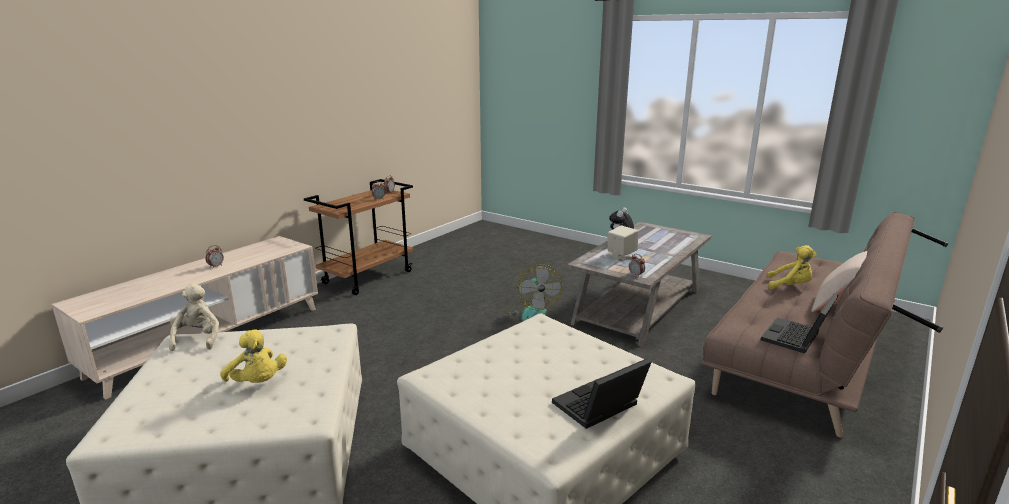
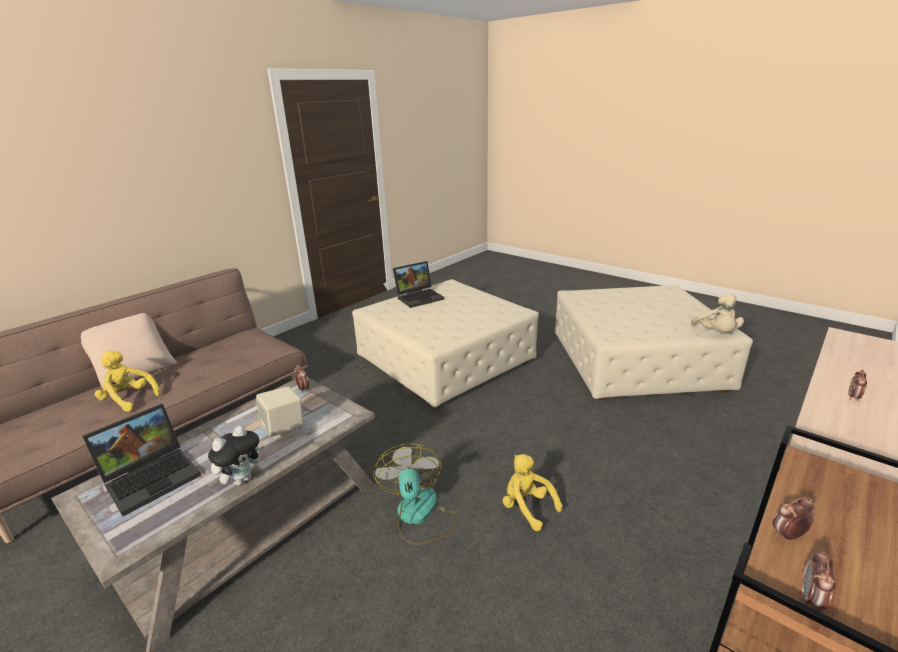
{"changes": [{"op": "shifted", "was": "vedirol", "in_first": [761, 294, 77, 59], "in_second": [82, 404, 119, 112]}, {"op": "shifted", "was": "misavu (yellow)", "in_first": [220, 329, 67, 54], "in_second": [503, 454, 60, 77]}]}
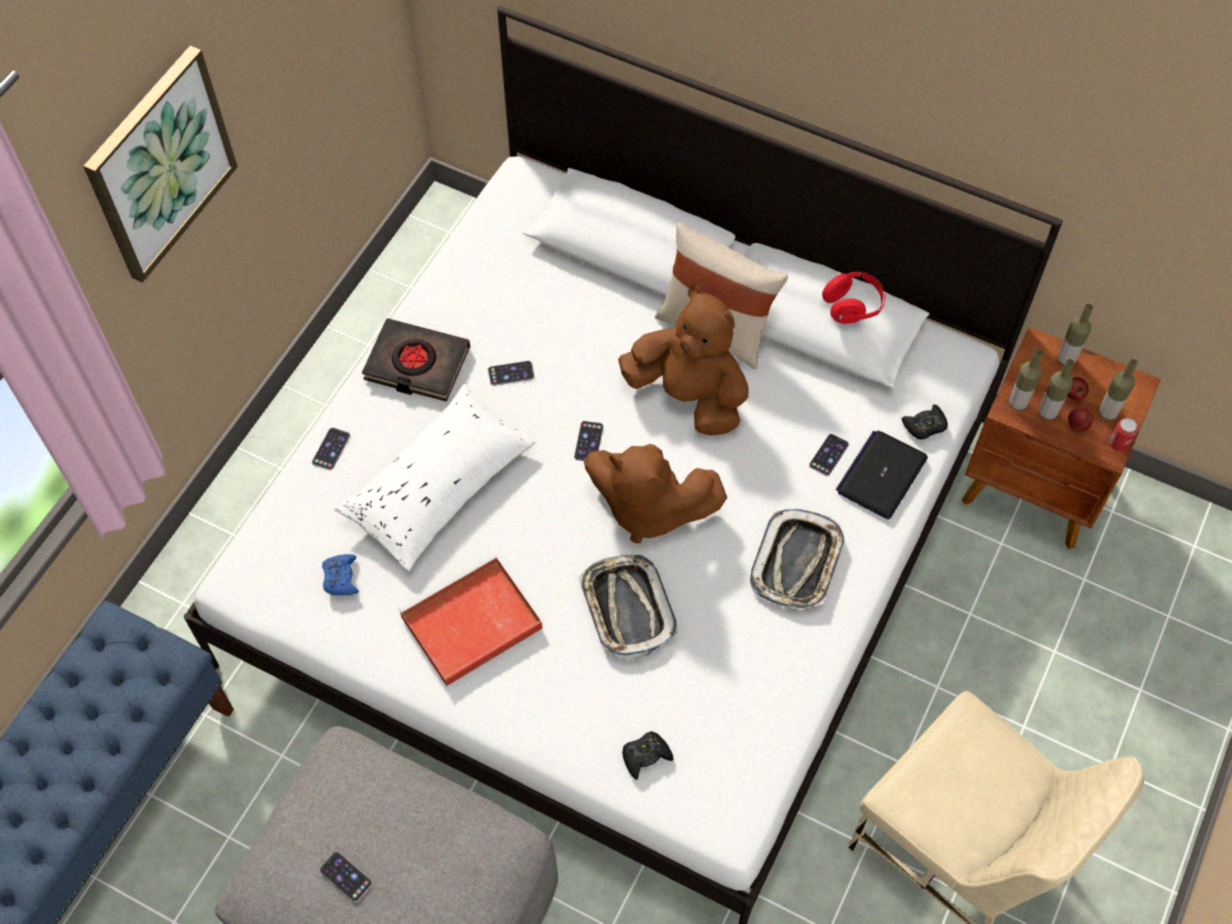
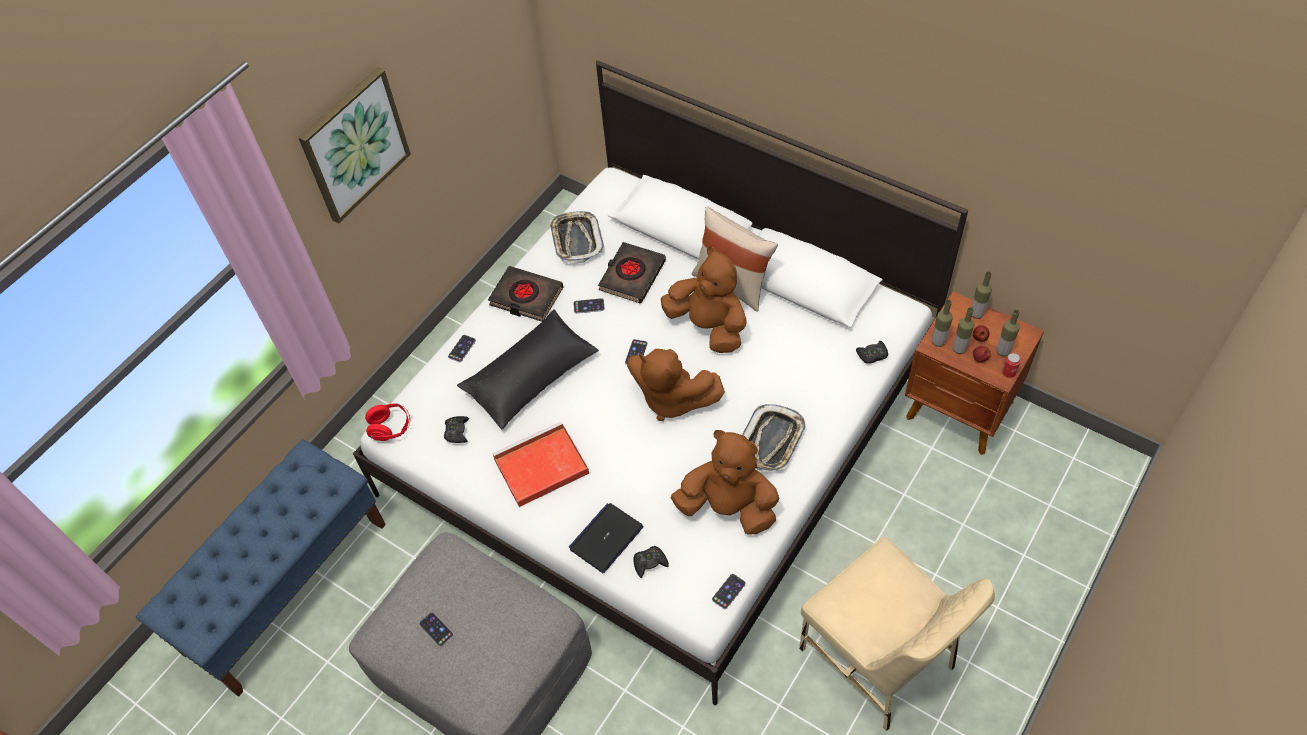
{"changes": [{"op": "shifted", "was": "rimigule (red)", "in_first": [822, 271, 64, 53], "in_second": [365, 403, 45, 38]}, {"op": "repainted", "was": "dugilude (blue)", "now": "dugilude (black)", "in_first": [322, 554, 37, 42], "in_second": [444, 416, 25, 27]}, {"op": "repainted", "was": "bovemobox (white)", "now": "bovemobox (black)", "in_first": [335, 384, 201, 188], "in_second": [457, 309, 142, 121]}, {"op": "shifted", "was": "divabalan", "in_first": [578, 554, 100, 106], "in_second": [549, 211, 55, 53]}, {"op": "shifted", "was": "vedirol", "in_first": [836, 431, 92, 89], "in_second": [569, 503, 75, 70]}, {"op": "new", "now": "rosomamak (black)", "in_second": [598, 242, 68, 62]}, {"op": "new", "now": "misavu (brown)", "in_second": [671, 430, 108, 105]}, {"op": "shifted", "was": "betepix", "in_first": [809, 434, 40, 42], "in_second": [712, 574, 34, 35]}]}
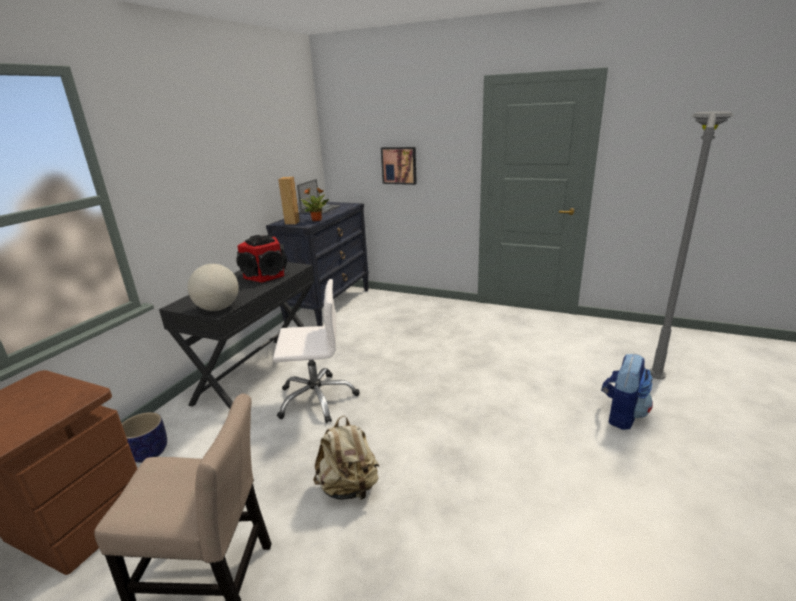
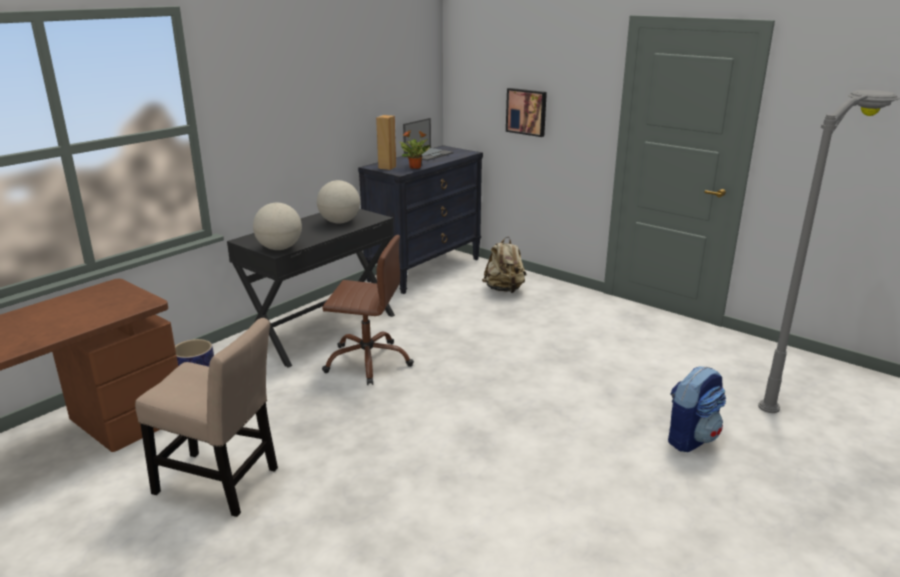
{"changes": [{"op": "swapped", "was": "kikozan", "now": "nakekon", "in_first": [236, 235, 51, 48], "in_second": [317, 180, 43, 44]}, {"op": "repainted", "was": "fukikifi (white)", "now": "fukikifi (brown)", "in_first": [273, 279, 87, 144], "in_second": [322, 235, 92, 150]}, {"op": "shifted", "was": "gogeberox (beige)", "in_first": [313, 415, 67, 86], "in_second": [482, 237, 45, 56]}]}
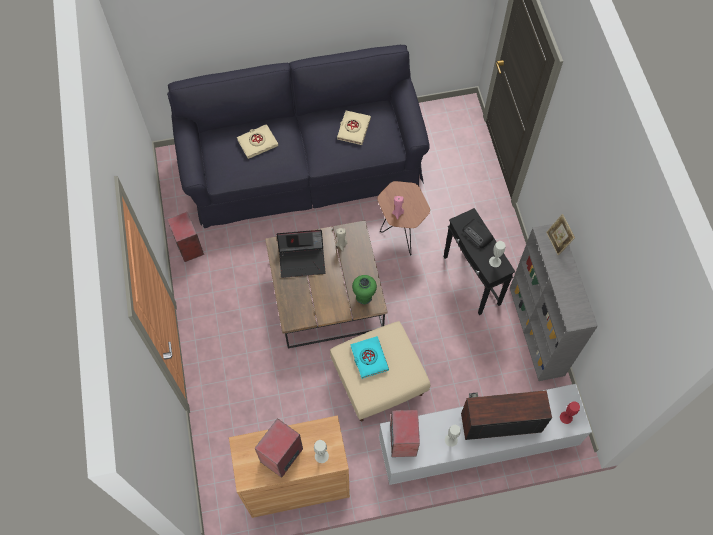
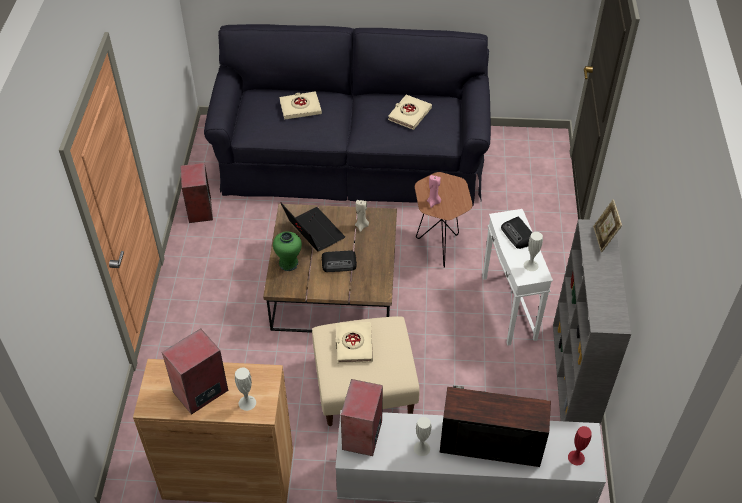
{"changes": [{"op": "shifted", "was": "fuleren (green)", "in_first": [352, 275, 25, 29], "in_second": [273, 231, 29, 40]}, {"op": "rotated", "was": "vedirol", "in_first": [277, 230, 48, 48], "in_second": [281, 203, 64, 49], "clockwise": -135}, {"op": "new", "now": "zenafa", "in_second": [321, 251, 36, 21]}, {"op": "repainted", "was": "rosomamak (turquoise)", "now": "rosomamak (beige)", "in_first": [351, 336, 38, 43], "in_second": [336, 322, 37, 41]}, {"op": "repainted", "was": "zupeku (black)", "now": "zupeku (white)", "in_first": [444, 208, 71, 107], "in_second": [483, 209, 70, 137]}]}
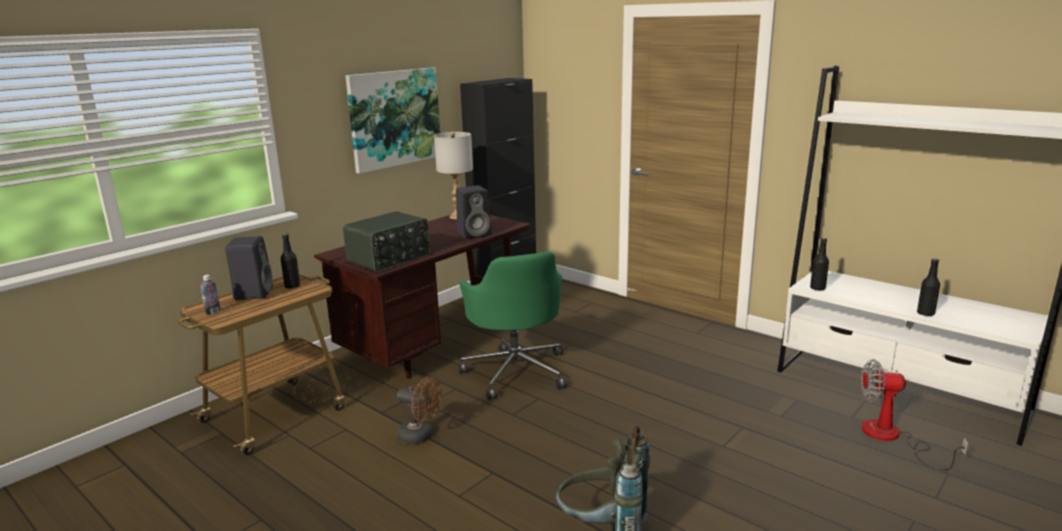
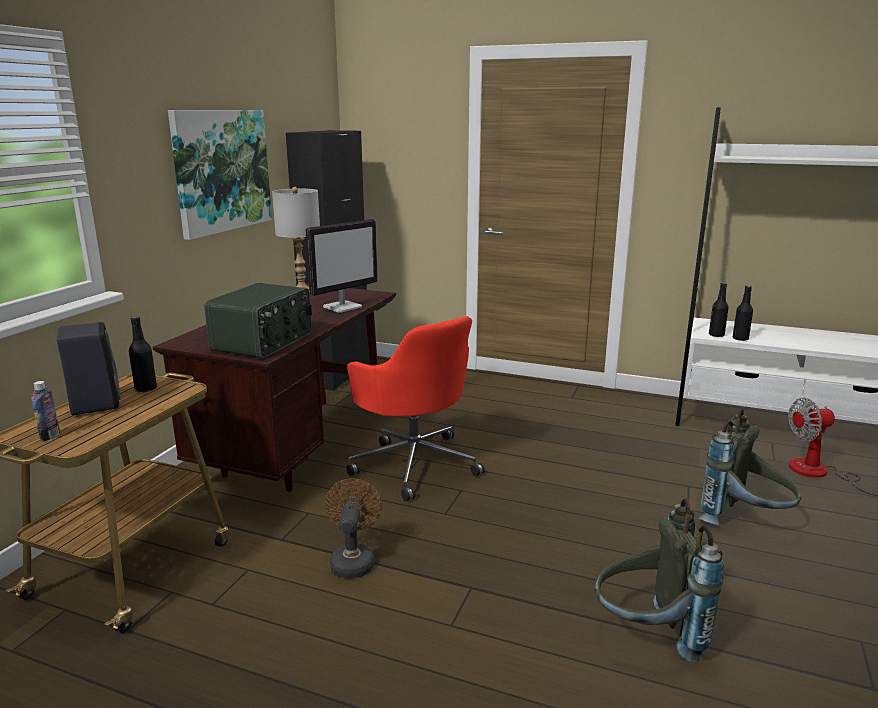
{"changes": [{"op": "swapped", "was": "kikozan (black)", "now": "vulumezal", "in_first": [456, 185, 35, 54], "in_second": [306, 219, 72, 94]}, {"op": "rotated", "was": "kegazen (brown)", "in_first": [397, 377, 45, 67], "in_second": [325, 478, 57, 100], "clockwise": -90}, {"op": "repainted", "was": "fukikifi (green)", "now": "fukikifi (red)", "in_first": [458, 251, 108, 149], "in_second": [347, 316, 138, 185]}, {"op": "new", "now": "gogeberox (grey)", "in_second": [698, 408, 103, 117]}, {"op": "shifted", "was": "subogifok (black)", "in_first": [917, 258, 23, 58], "in_second": [733, 285, 20, 56]}]}
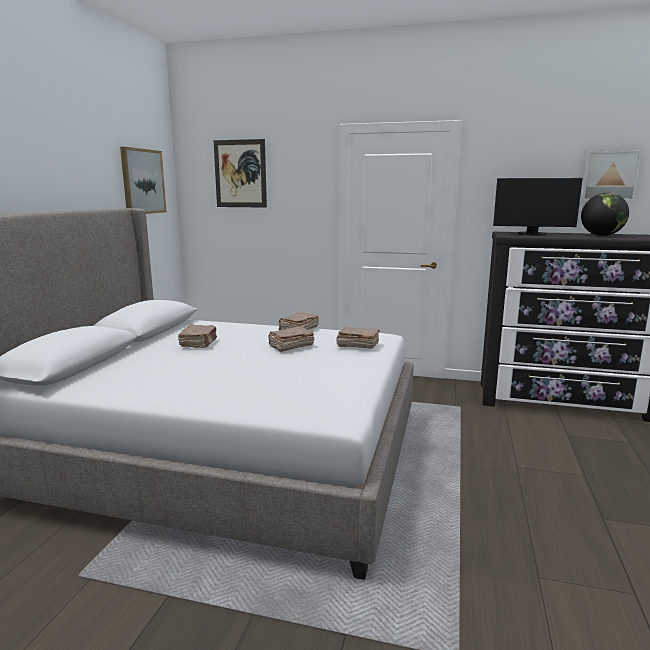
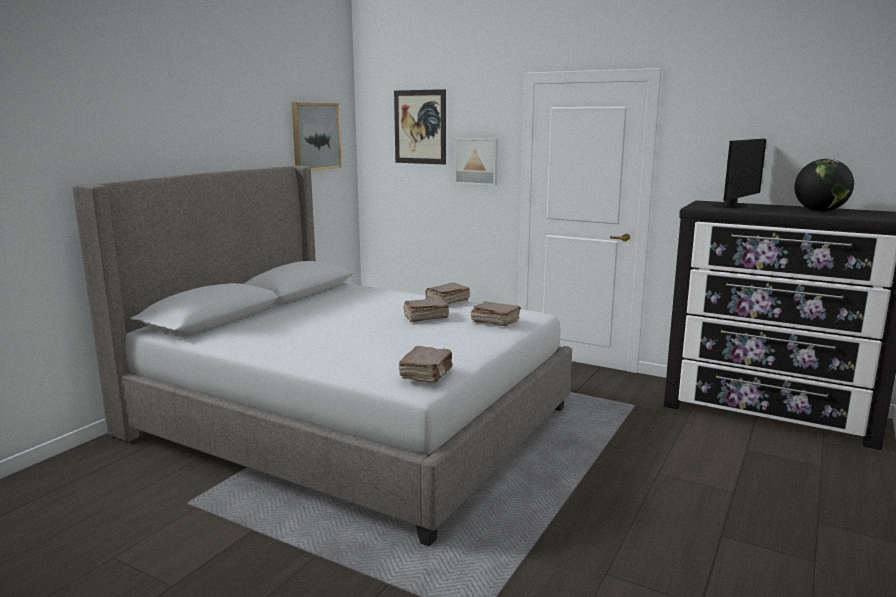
{"changes": [{"op": "shifted", "was": "rosomamak (brown)", "in_first": [178, 325, 39, 23], "in_second": [399, 346, 54, 37]}, {"op": "shifted", "was": "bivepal", "in_first": [581, 151, 61, 50], "in_second": [455, 138, 43, 48]}, {"op": "rotated", "was": "vulumezal", "in_first": [493, 178, 90, 57], "in_second": [712, 139, 54, 69], "clockwise": -75}]}
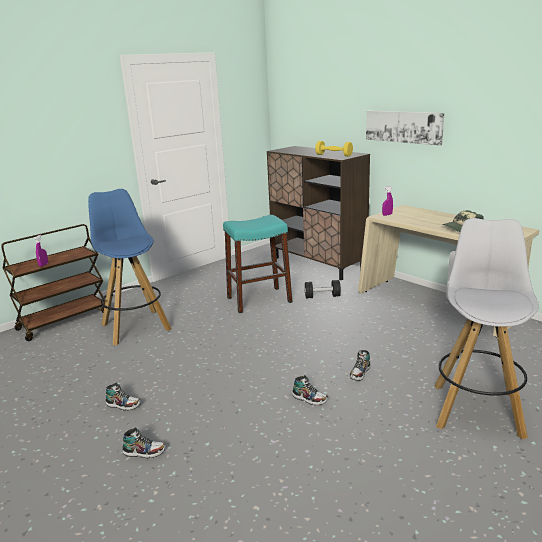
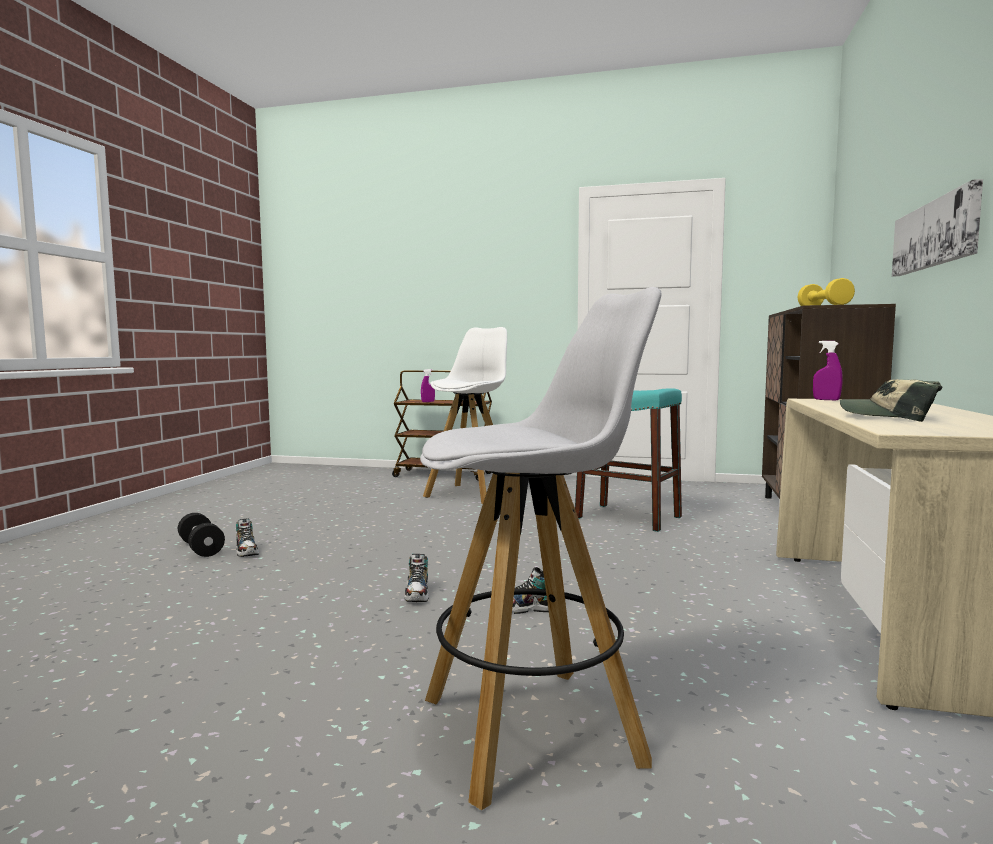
{"changes": [{"op": "shifted", "was": "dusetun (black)", "in_first": [304, 280, 37, 18], "in_second": [178, 513, 47, 44]}, {"op": "repainted", "was": "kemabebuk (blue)", "now": "kemabebuk (white)", "in_first": [88, 189, 84, 156], "in_second": [423, 327, 84, 177]}, {"op": "gone", "was": "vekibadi", "in_first": [105, 383, 36, 28]}]}
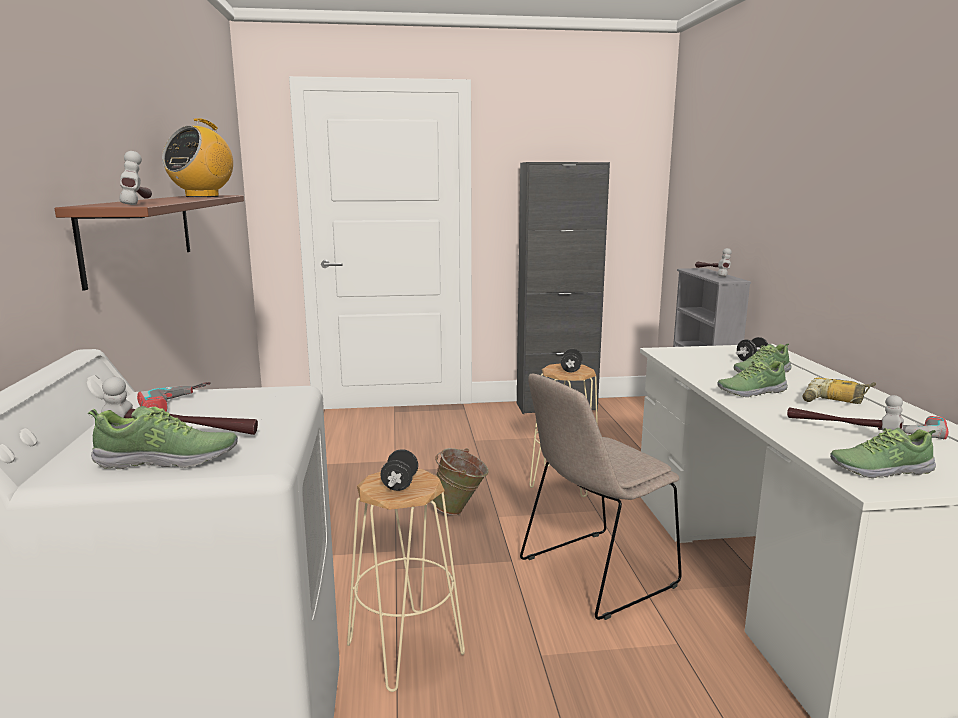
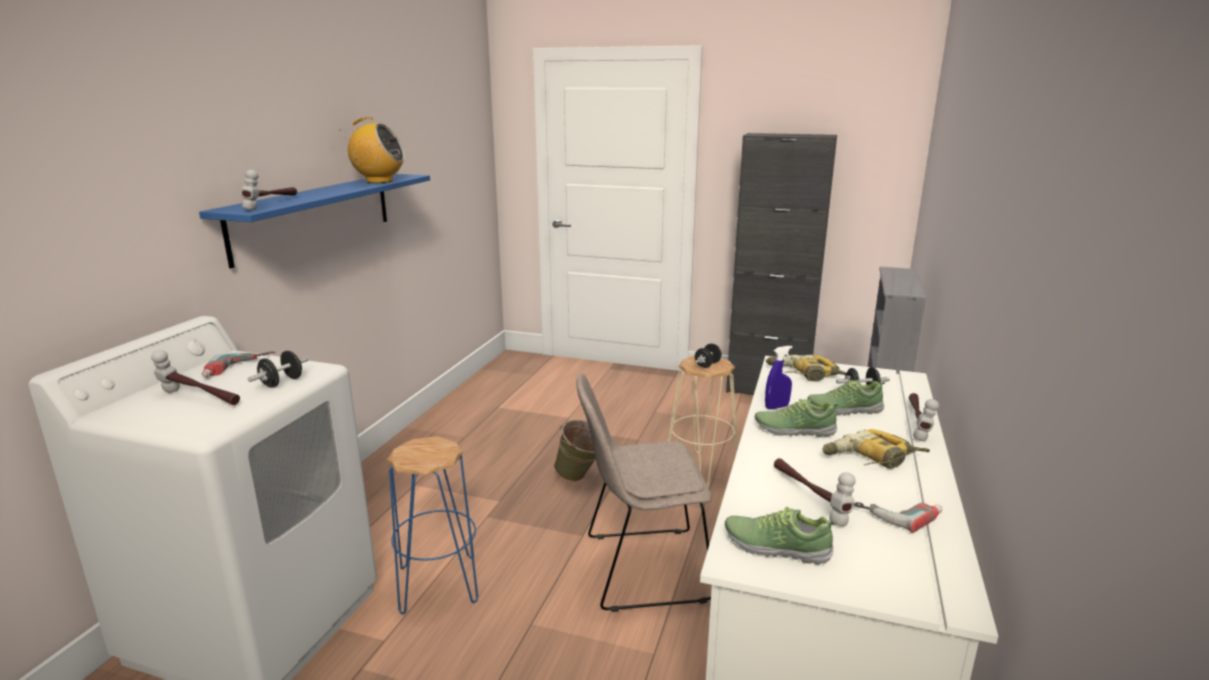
{"changes": [{"op": "repainted", "was": "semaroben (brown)", "now": "semaroben (blue)", "in_first": [55, 195, 189, 95], "in_second": [199, 174, 231, 94]}, {"op": "shifted", "was": "dusetun (black)", "in_first": [381, 449, 37, 42], "in_second": [248, 351, 61, 37]}, {"op": "rotated", "was": "zenafa", "in_first": [162, 118, 71, 79], "in_second": [340, 117, 65, 66], "clockwise": -135}, {"op": "repainted", "was": "kemabebuk (beige)", "now": "kemabebuk (blue)", "in_first": [347, 469, 118, 223], "in_second": [387, 436, 91, 178]}, {"op": "new", "now": "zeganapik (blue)", "in_second": [765, 346, 28, 63]}, {"op": "new", "now": "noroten", "in_second": [766, 355, 80, 26]}, {"op": "shifted", "was": "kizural", "in_first": [695, 248, 37, 29], "in_second": [909, 393, 30, 48]}, {"op": "gone", "was": "vekibadi", "in_first": [88, 406, 150, 63]}]}
